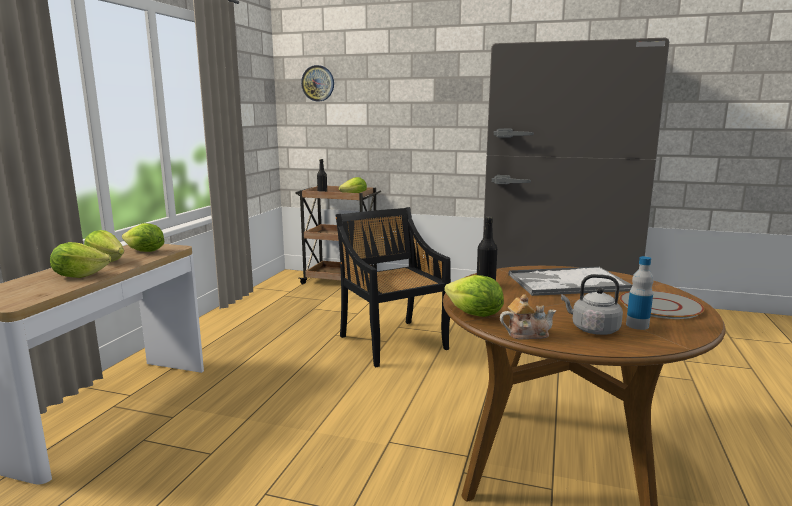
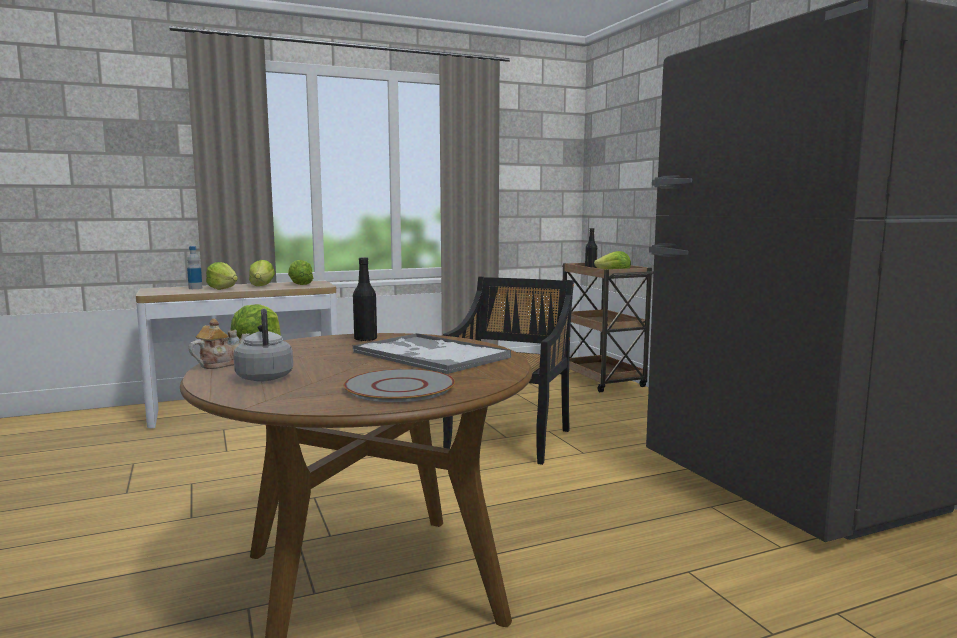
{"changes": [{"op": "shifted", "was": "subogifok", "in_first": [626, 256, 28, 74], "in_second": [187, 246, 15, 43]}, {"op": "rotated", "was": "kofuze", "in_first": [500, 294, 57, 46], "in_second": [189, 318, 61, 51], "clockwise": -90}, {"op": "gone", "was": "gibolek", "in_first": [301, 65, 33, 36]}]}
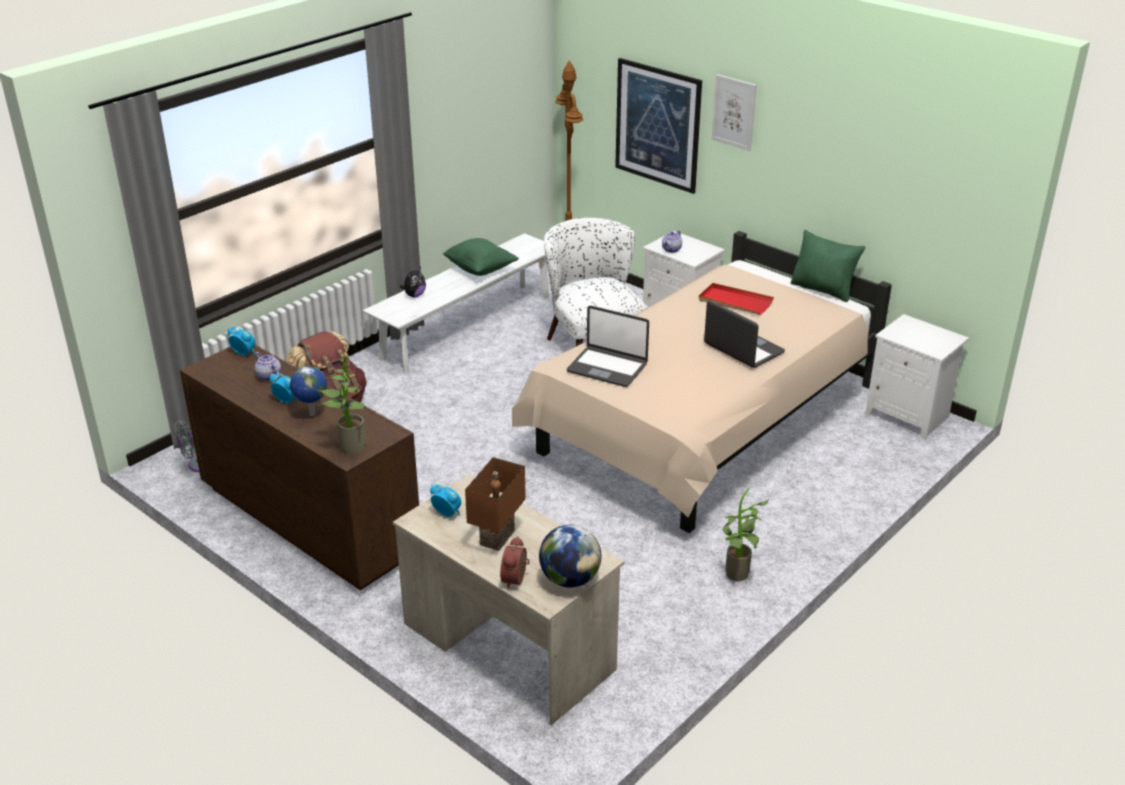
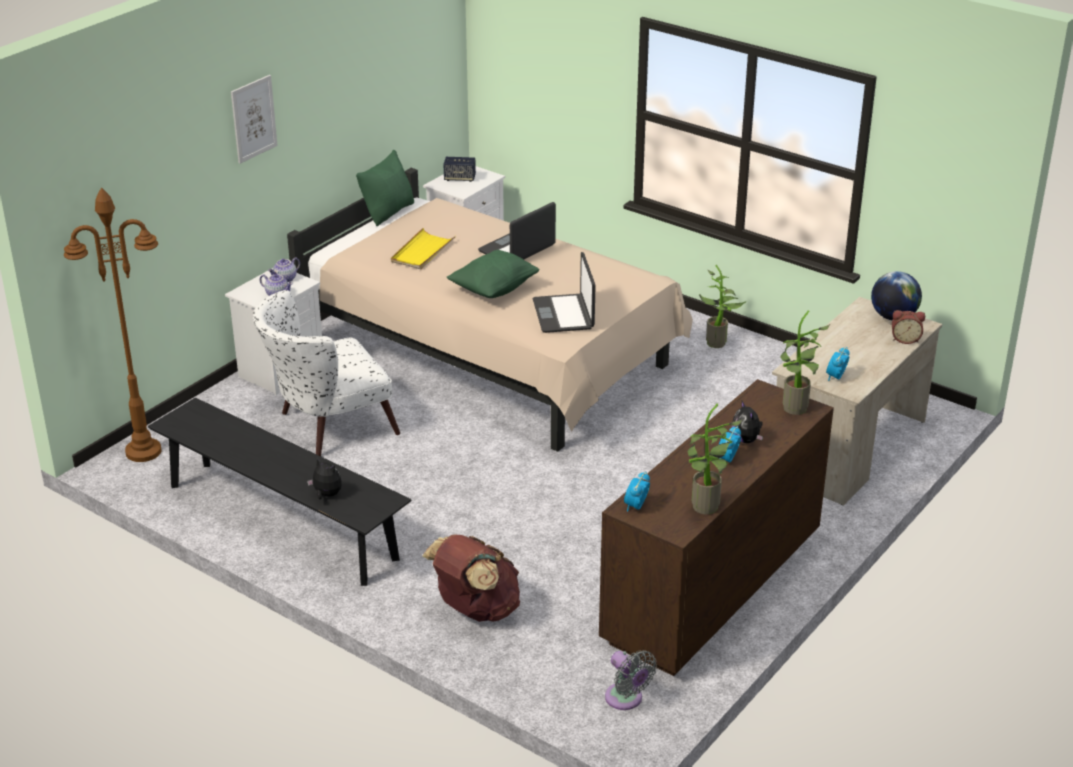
{"changes": [{"op": "repainted", "was": "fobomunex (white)", "now": "fobomunex (black)", "in_first": [363, 233, 186, 140], "in_second": [148, 398, 263, 188]}, {"op": "shifted", "was": "kofuze", "in_first": [254, 352, 27, 29], "in_second": [268, 257, 32, 25]}, {"op": "repainted", "was": "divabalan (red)", "now": "divabalan (yellow)", "in_first": [699, 283, 75, 32], "in_second": [391, 228, 65, 41]}, {"op": "new", "now": "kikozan", "in_second": [444, 157, 32, 25]}, {"op": "shifted", "was": "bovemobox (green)", "in_first": [442, 238, 77, 38], "in_second": [447, 250, 92, 48]}, {"op": "rotated", "was": "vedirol", "in_first": [567, 306, 82, 81], "in_second": [533, 252, 63, 81], "clockwise": 150}, {"op": "new", "now": "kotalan", "in_second": [687, 404, 56, 110]}, {"op": "swapped", "was": "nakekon", "now": "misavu", "in_first": [290, 366, 37, 50], "in_second": [732, 401, 31, 42]}, {"op": "gone", "was": "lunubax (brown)", "in_first": [465, 457, 61, 94]}, {"op": "gone", "was": "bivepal", "in_first": [615, 58, 87, 136]}]}
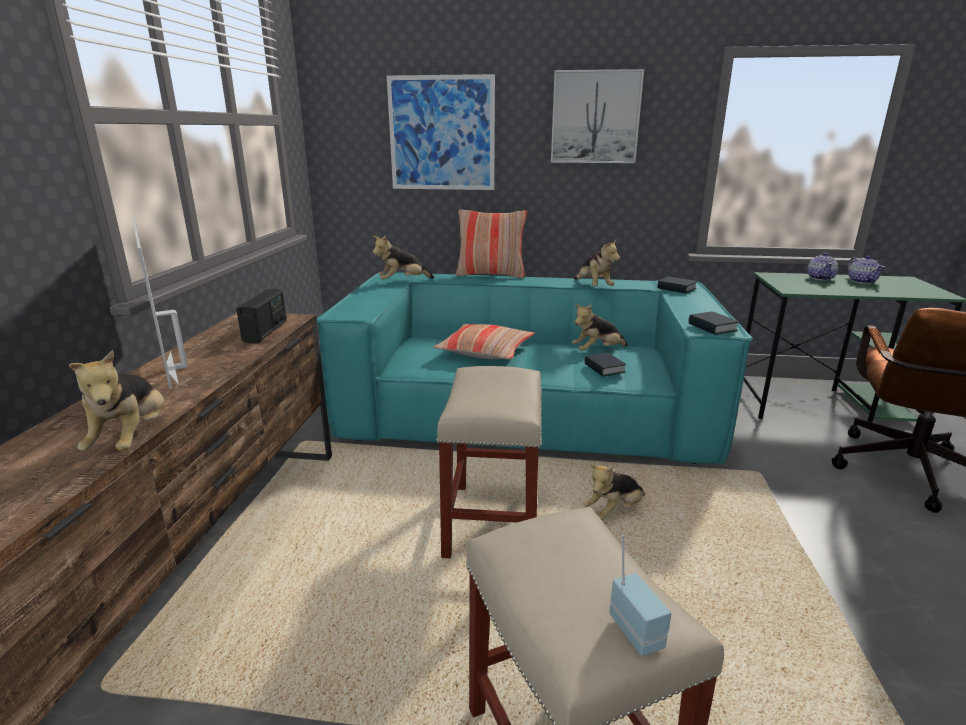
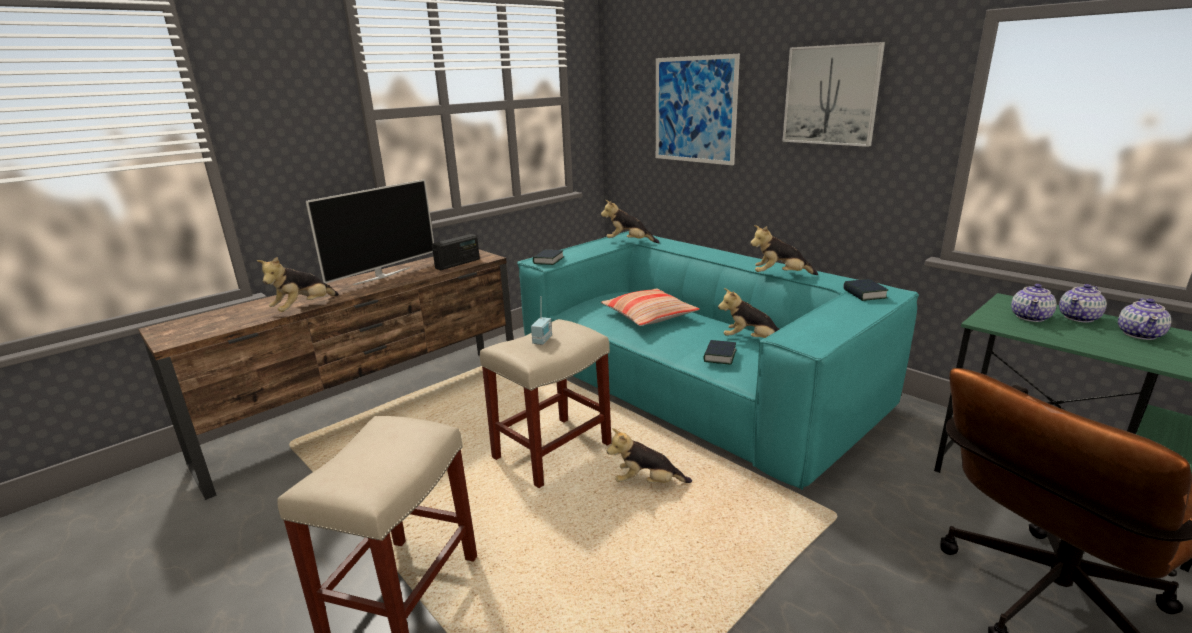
{"changes": [{"op": "rotated", "was": "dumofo", "in_first": [132, 217, 56, 172], "in_second": [306, 179, 128, 106], "clockwise": -150}, {"op": "shifted", "was": "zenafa", "in_first": [610, 535, 61, 121], "in_second": [531, 296, 21, 49]}, {"op": "shifted", "was": "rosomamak", "in_first": [688, 311, 51, 24], "in_second": [533, 250, 31, 15]}, {"op": "rotated", "was": "misavu", "in_first": [574, 239, 46, 47], "in_second": [750, 225, 68, 50], "clockwise": 75}, {"op": "new", "now": "kofuze", "in_second": [1011, 284, 46, 38]}, {"op": "gone", "was": "bovemobox", "in_first": [456, 209, 71, 69]}]}
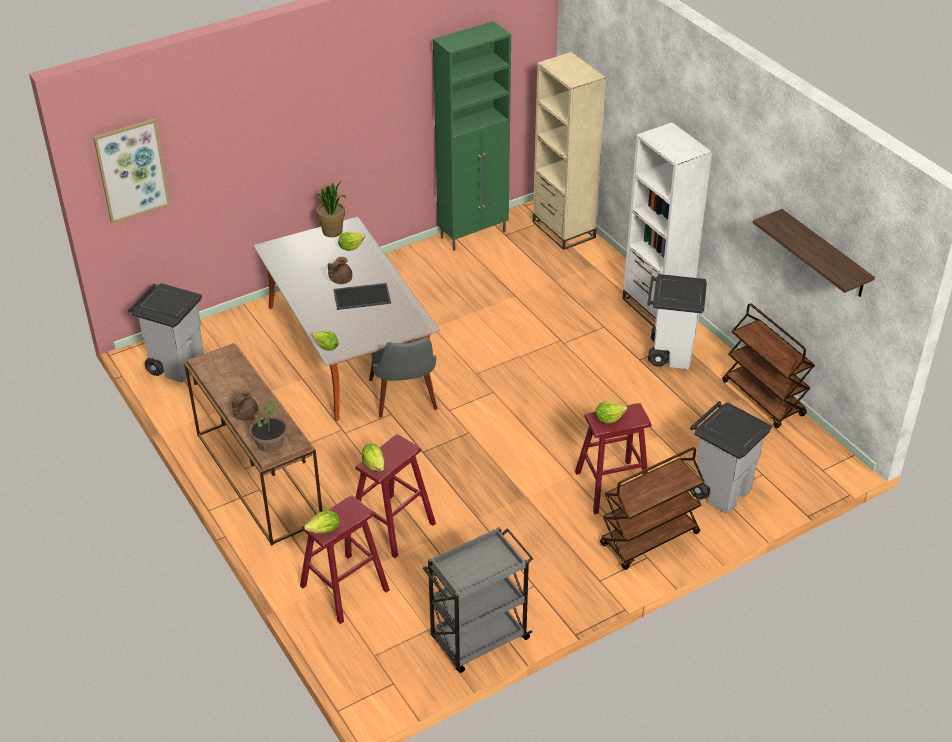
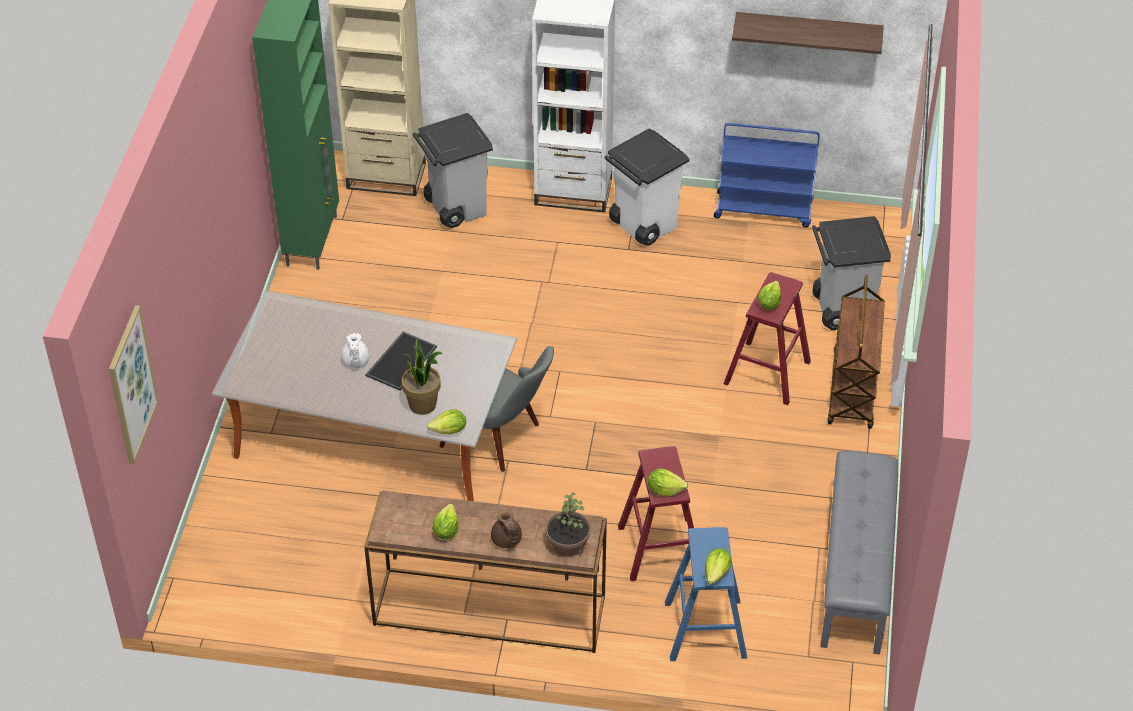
{"changes": [{"op": "repainted", "was": "kofuze (brown)", "now": "kofuze (white)", "in_first": [328, 257, 24, 27], "in_second": [341, 332, 28, 36]}, {"op": "shifted", "was": "kotalan", "in_first": [316, 181, 30, 56], "in_second": [402, 339, 41, 76]}, {"op": "shifted", "was": "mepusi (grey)", "in_first": [128, 283, 76, 100], "in_second": [413, 113, 80, 115]}, {"op": "shifted", "was": "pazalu", "in_first": [338, 232, 27, 19], "in_second": [432, 504, 27, 35]}, {"op": "repainted", "was": "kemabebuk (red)", "now": "kemabebuk (blue)", "in_first": [300, 496, 90, 128], "in_second": [665, 527, 82, 134]}, {"op": "repainted", "was": "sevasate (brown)", "now": "sevasate (blue)", "in_first": [722, 303, 93, 126], "in_second": [714, 123, 106, 104]}, {"op": "swapped", "was": "sevasate (grey)", "now": "fobomunex (grey)", "in_first": [423, 527, 110, 146], "in_second": [820, 451, 78, 203]}]}
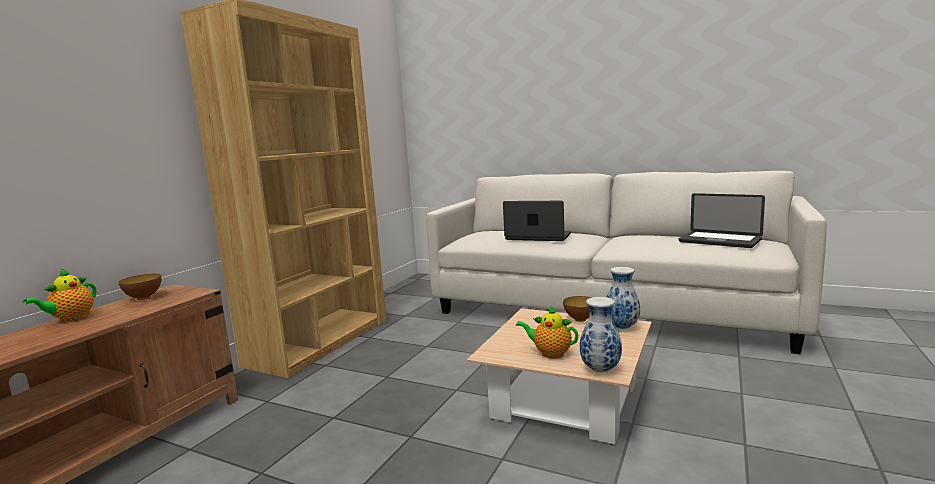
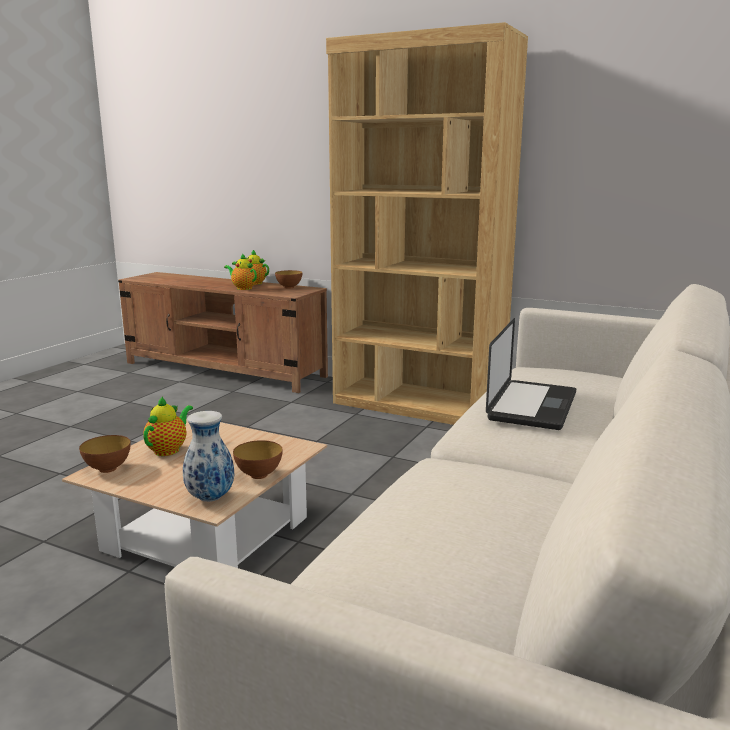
{"changes": [{"op": "swapped", "was": "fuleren", "now": "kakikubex", "in_first": [580, 297, 42, 75], "in_second": [79, 435, 52, 38]}, {"op": "new", "now": "kofuze", "in_second": [224, 253, 33, 37]}, {"op": "gone", "was": "vedirol", "in_first": [679, 193, 86, 55]}]}
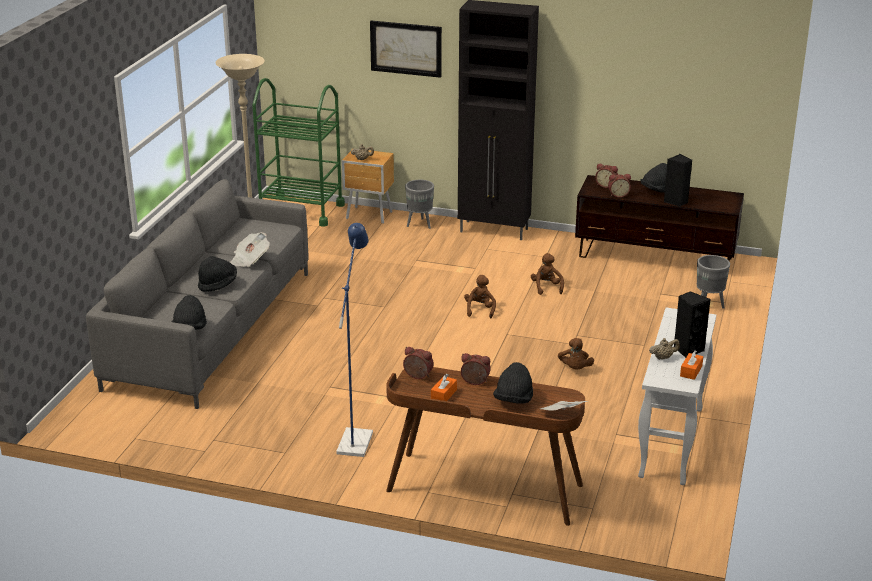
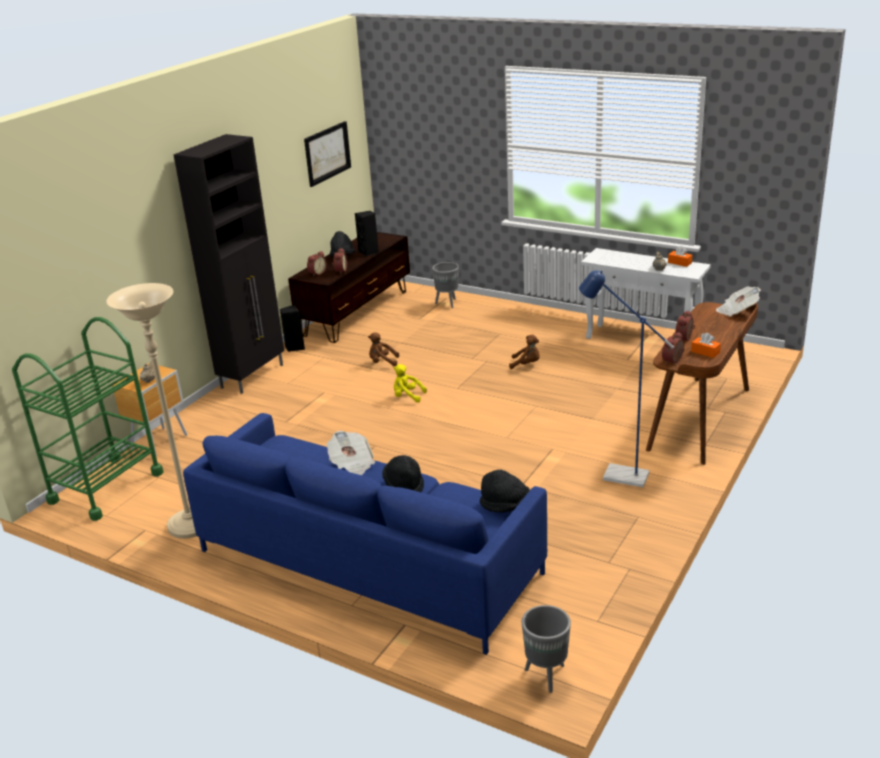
{"changes": [{"op": "repainted", "was": "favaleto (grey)", "now": "favaleto (blue)", "in_first": [86, 179, 223, 230], "in_second": [183, 413, 364, 242]}, {"op": "shifted", "was": "kikozan (black)", "in_first": [674, 291, 37, 67], "in_second": [280, 305, 25, 47]}, {"op": "shifted", "was": "bivepal", "in_first": [370, 21, 72, 57], "in_second": [304, 121, 47, 66]}, {"op": "repainted", "was": "misavu (brown)", "now": "misavu (yellow)", "in_first": [464, 275, 32, 43], "in_second": [394, 364, 33, 39]}, {"op": "shifted", "was": "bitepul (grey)", "in_first": [405, 180, 29, 49], "in_second": [522, 605, 49, 88]}, {"op": "gone", "was": "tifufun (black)", "in_first": [493, 362, 40, 41]}]}
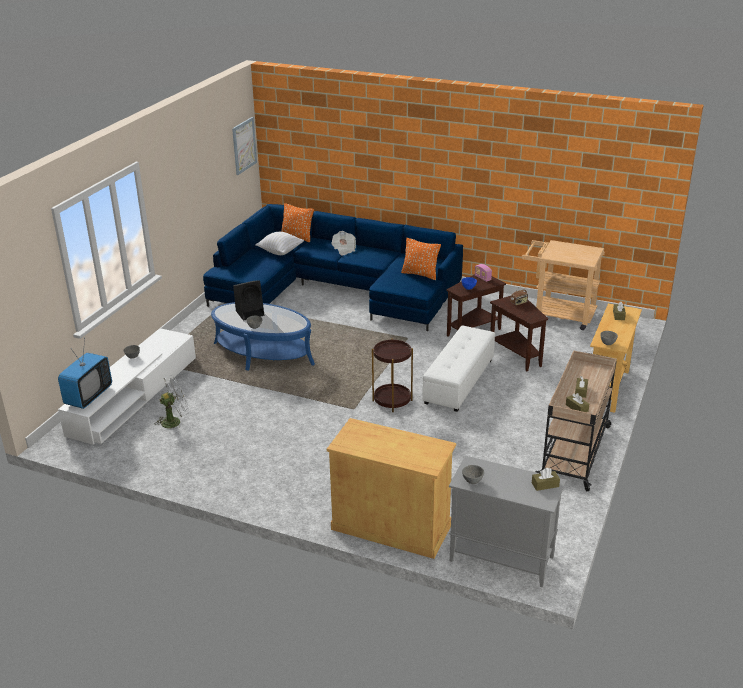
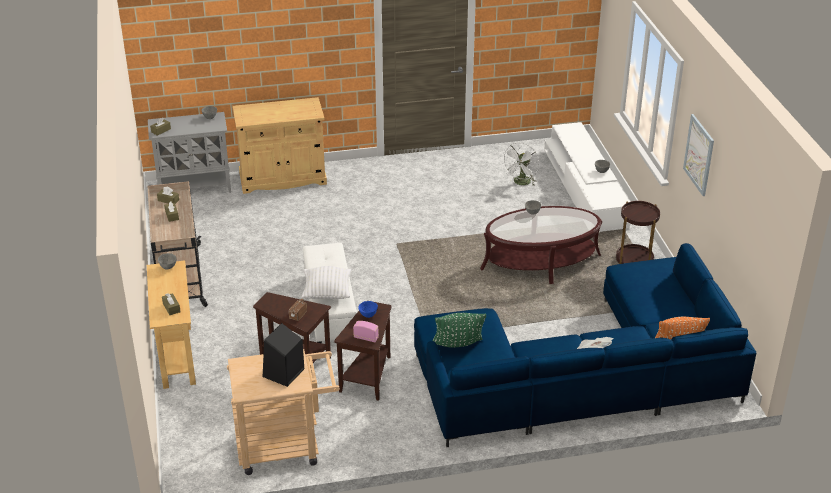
{"changes": [{"op": "shifted", "was": "kikozan (black)", "in_first": [233, 281, 31, 40], "in_second": [263, 323, 41, 64]}, {"op": "shifted", "was": "bovemobox (white)", "in_first": [255, 232, 49, 23], "in_second": [302, 266, 50, 33]}, {"op": "repainted", "was": "bovemobox (orange)", "now": "bovemobox (green)", "in_first": [401, 238, 40, 42], "in_second": [433, 313, 53, 35]}, {"op": "repainted", "was": "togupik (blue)", "now": "togupik (brown)", "in_first": [211, 302, 104, 69], "in_second": [480, 206, 122, 78]}, {"op": "shifted", "was": "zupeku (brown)", "in_first": [372, 338, 41, 74], "in_second": [616, 201, 44, 63]}, {"op": "shifted", "was": "bivepal", "in_first": [232, 117, 25, 58], "in_second": [683, 114, 31, 82]}, {"op": "gone", "was": "dumofo", "in_first": [58, 339, 54, 70]}]}
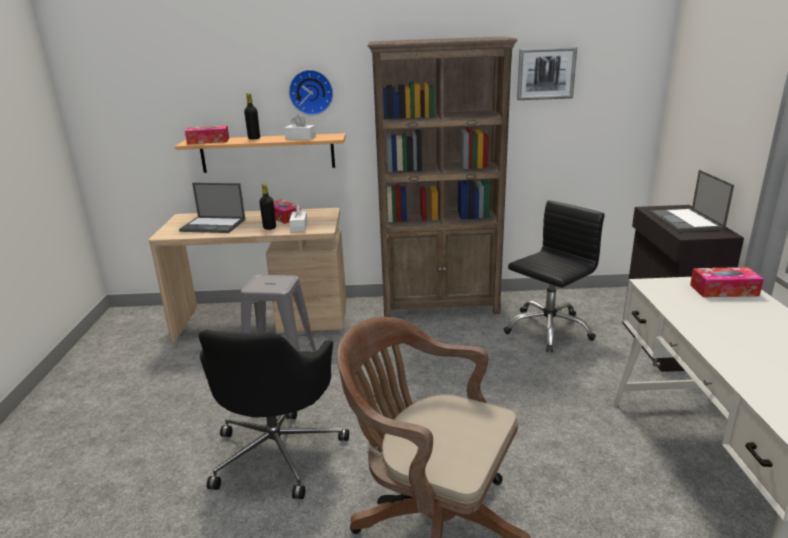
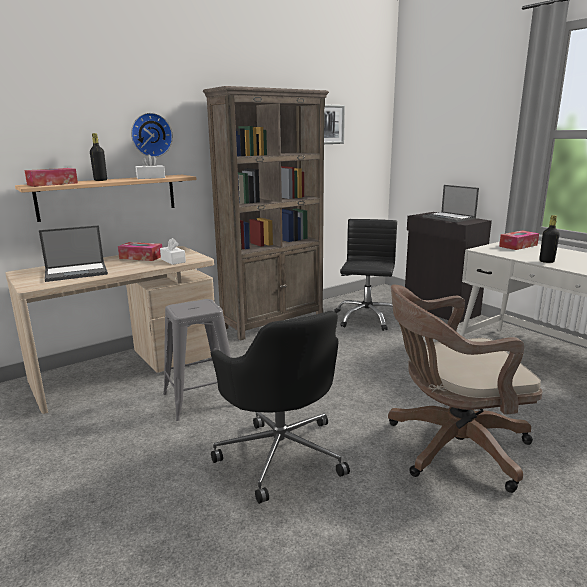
{"changes": [{"op": "shifted", "was": "subogifok (black)", "in_first": [259, 184, 17, 46], "in_second": [539, 215, 21, 48]}]}
